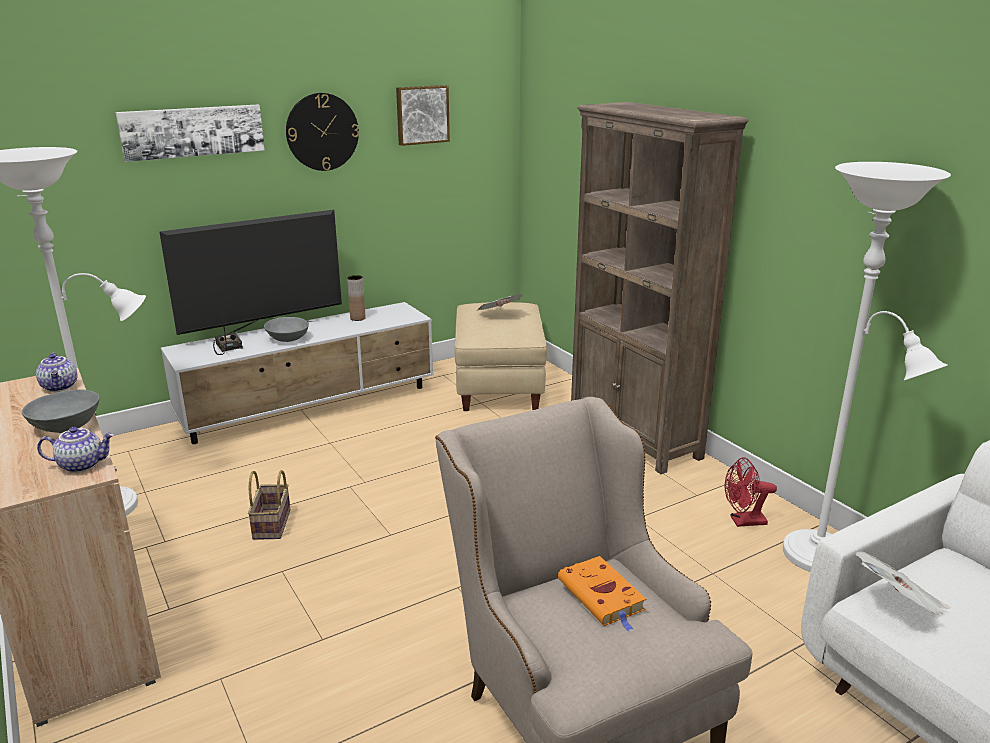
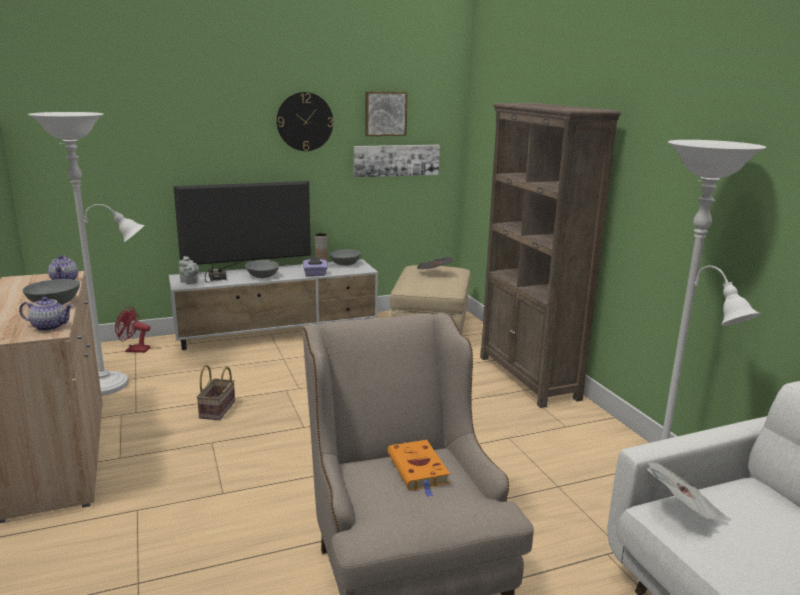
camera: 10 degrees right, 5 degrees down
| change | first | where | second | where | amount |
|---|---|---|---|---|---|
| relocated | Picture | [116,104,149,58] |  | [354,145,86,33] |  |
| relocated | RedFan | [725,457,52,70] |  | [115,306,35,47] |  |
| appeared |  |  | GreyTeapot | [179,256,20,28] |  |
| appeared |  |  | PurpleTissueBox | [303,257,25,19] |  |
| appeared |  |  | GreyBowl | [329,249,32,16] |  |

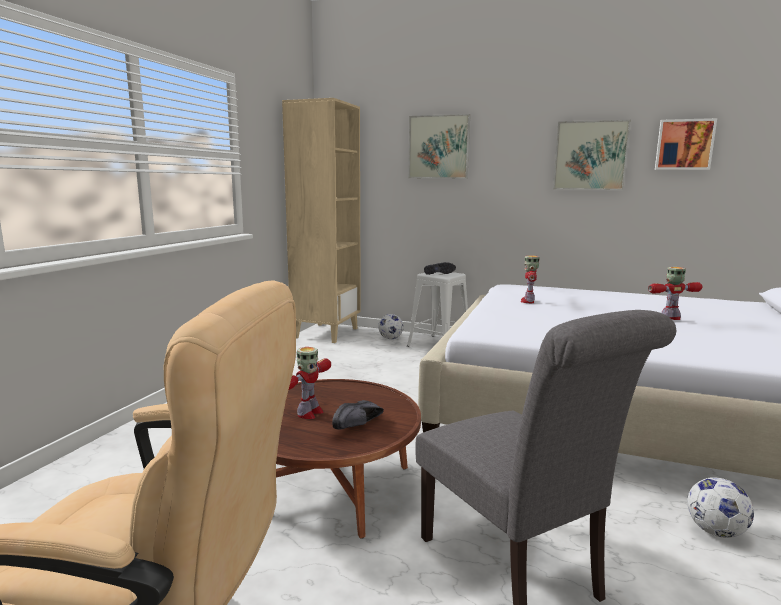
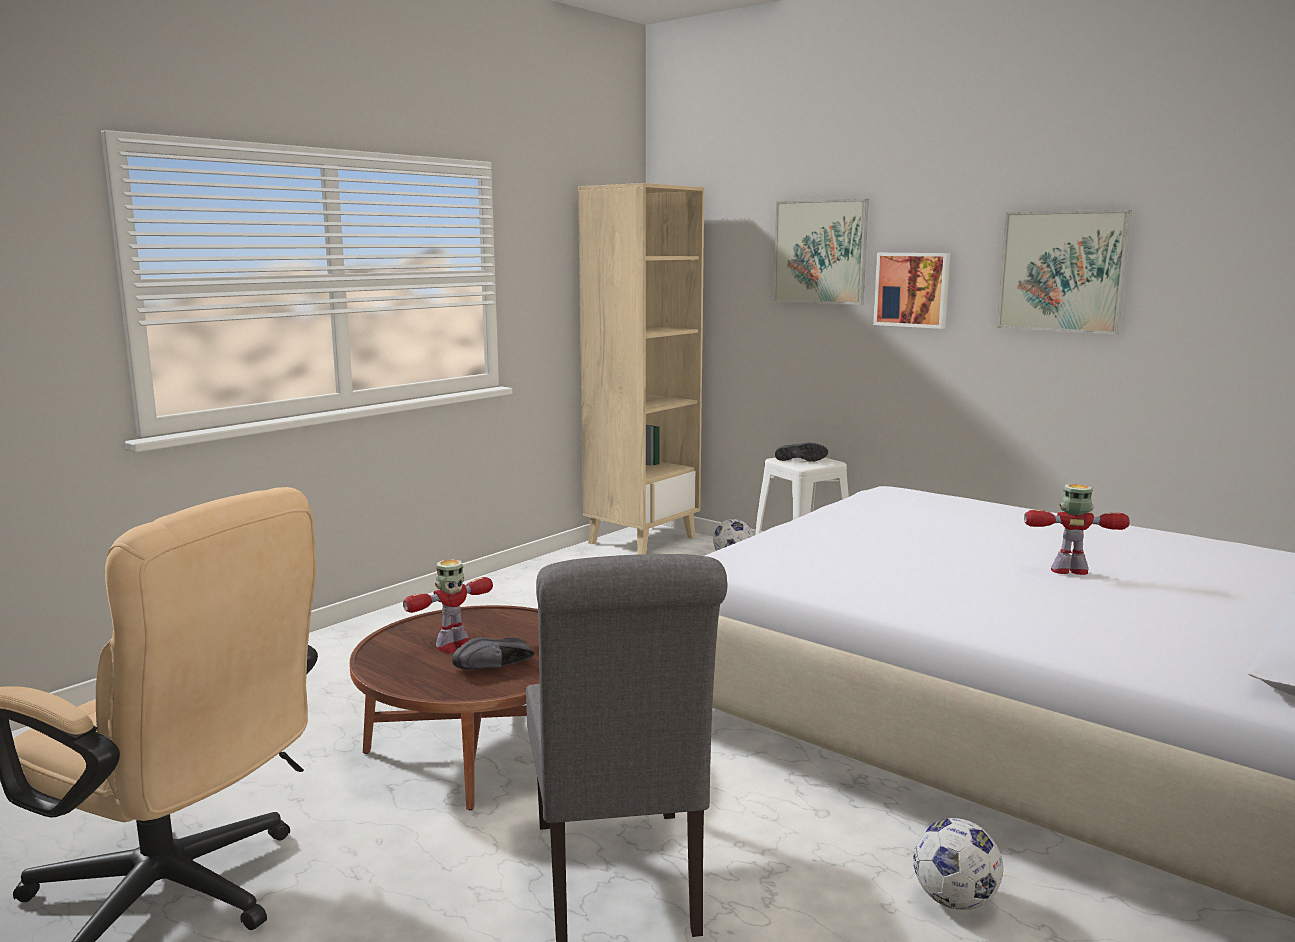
camera: 20 degrees right, 0 degrees up
| change | first | where | second | where | amount |
|---|---|---|---|---|---|
| missing | ToyRobot | [521,255,19,48] |  |  |  |
| relocated | Picture | [655,118,62,52] |  | [873,253,77,76] |  |

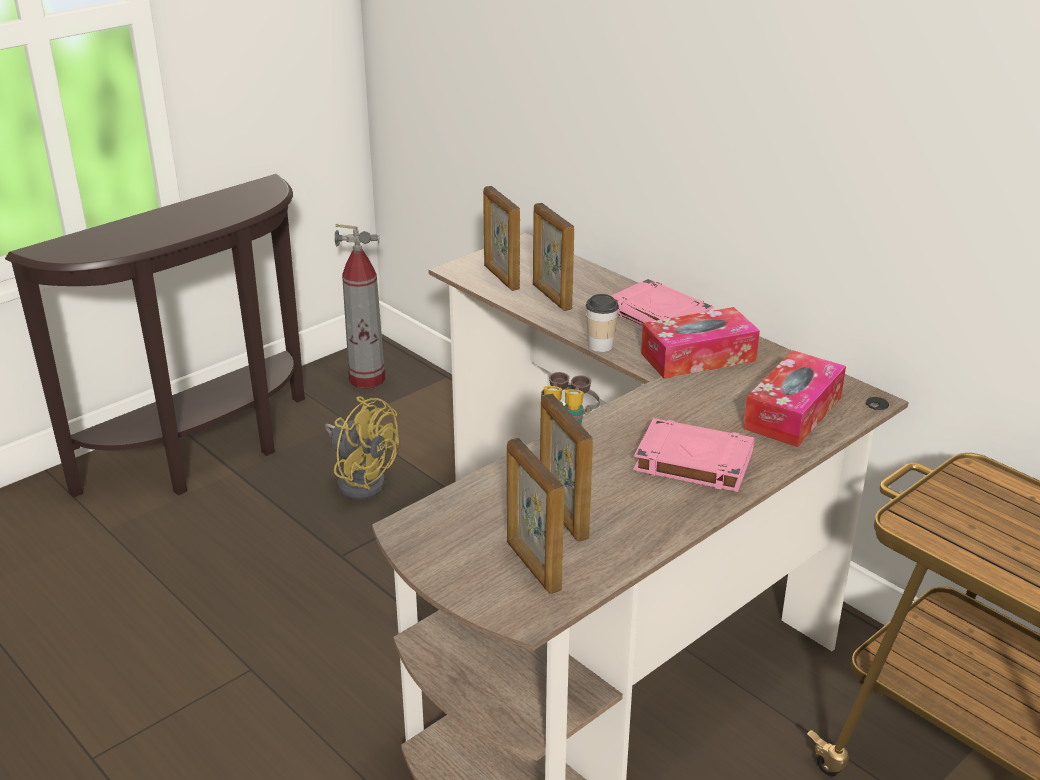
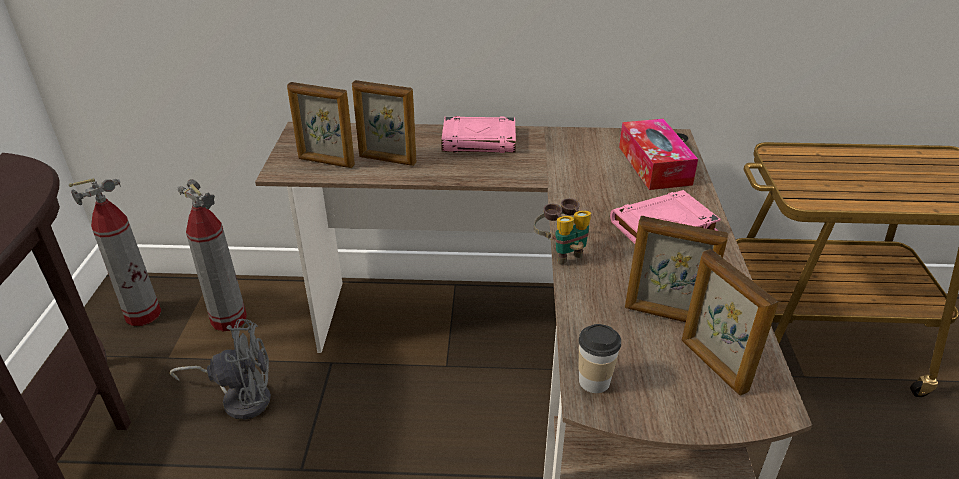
camera: 45 degrees left, 5 degrees up
| change | first | where | second | where | amount |
|---|---|---|---|---|---|
| colour | YellowFan | [325,396,74,104] | GreyFan | [170,319,101,101] |  |
| spun | PictureFrame | [507,438,57,156] |  | [682,249,97,147] | 45 degrees clockwise |
| relocated | Cup | [586,294,33,58] |  | [578,324,43,69] |  |
| missing | TissueBox | [641,307,119,72] |  |  |  |
| appeared |  |  | FireExtinguisher | [177,179,69,153] |  |

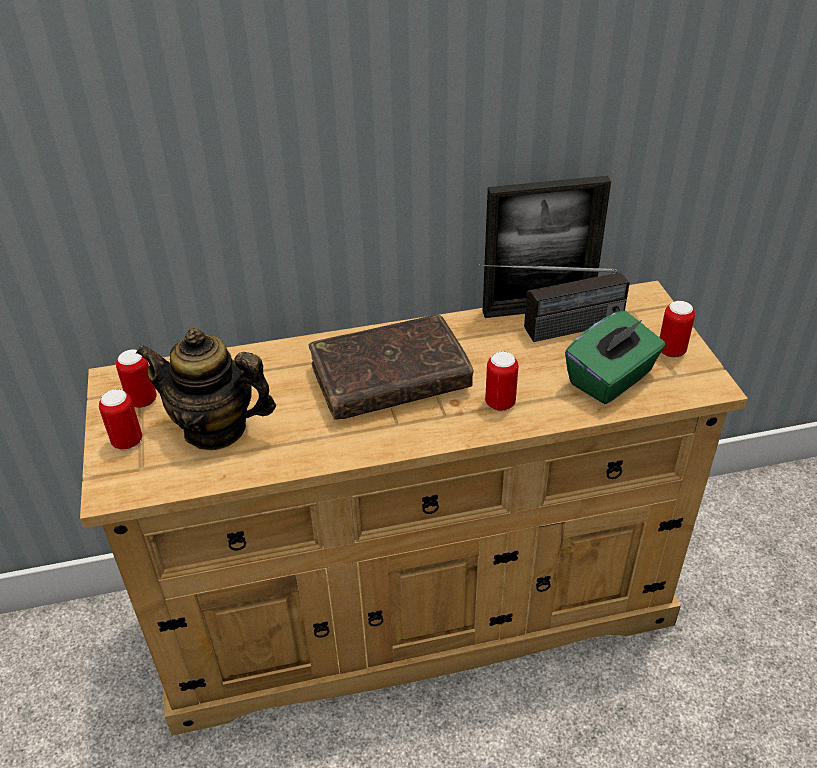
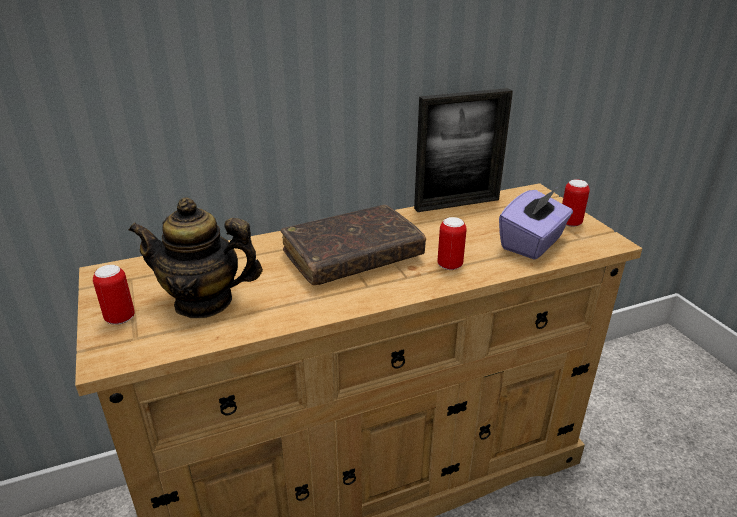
camera: 10 degrees left, 10 degrees down
| change | first | where | second | where | amount |
|---|---|---|---|---|---|
| missing | Can | [116,349,41,59] |  |  |  |
| missing | Radio | [477,264,153,78] |  |  |  |
| colour | GreenTissueBox | [565,311,101,93] | PurpleTissueBox | [499,188,74,72] |  |

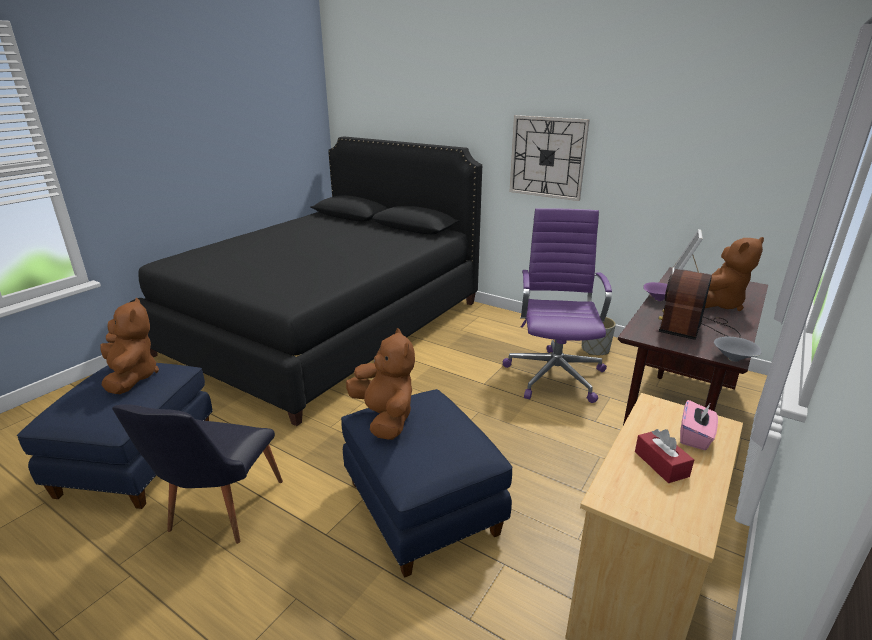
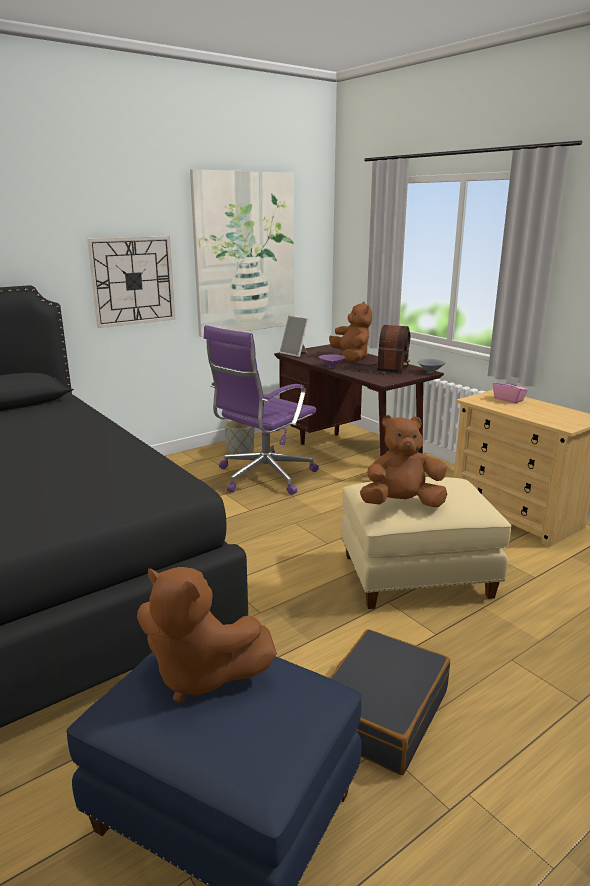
camera: 70 degrees left, 5 degrees down
| change | first | where | second | where | amount |
|---|---|---|---|---|---|
| spun | BrownPlushToy | [101,297,58,97] |  | [137,567,140,136] | 150 degrees counterclockwise |
| exchanged | BlackChair | [112,404,171,140] | BlackSuitcase | [329,629,121,146] |  |
| colour | BlueOttoman | [341,389,172,189] | BeigeOttoman | [341,477,171,132] |  |
| spun | PurpleOfficeChair | [503,208,109,195] |  | [204,325,115,170] | 75 degrees counterclockwise |
| missing | RedTissueBox | [635,429,59,54] |  |  |  |
| spun | Radio | [659,269,82,71] |  | [354,325,56,50] | 120 degrees counterclockwise |
| appeared |  |  | Picture | [190,169,104,168] |  |

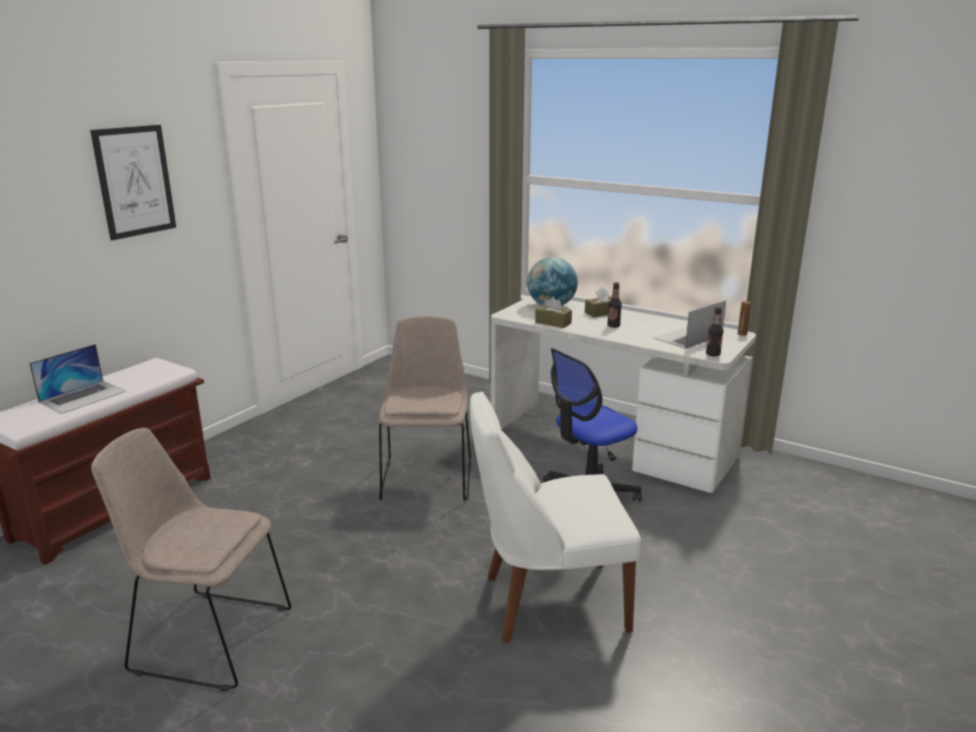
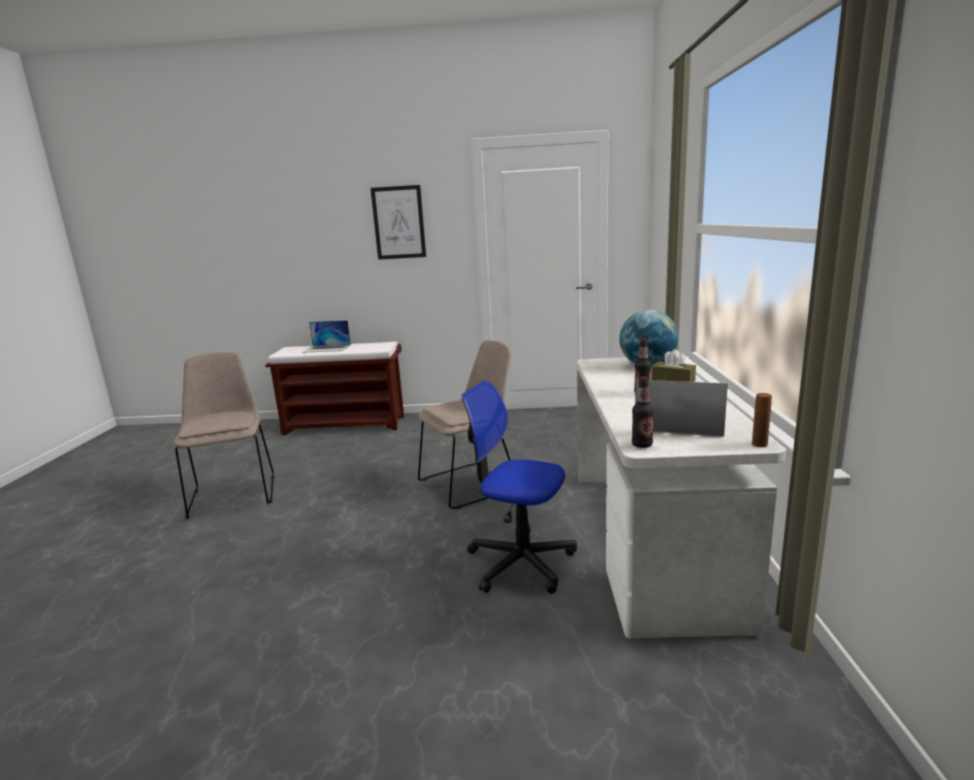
camera: 60 degrees right, 5 degrees down
| change | first | where | second | where | amount |
|---|---|---|---|---|---|
| missing | WhiteChair | [470,392,171,251] |  |  |  |
| missing | BrownTissueBox | [535,297,37,31] |  |  |  |

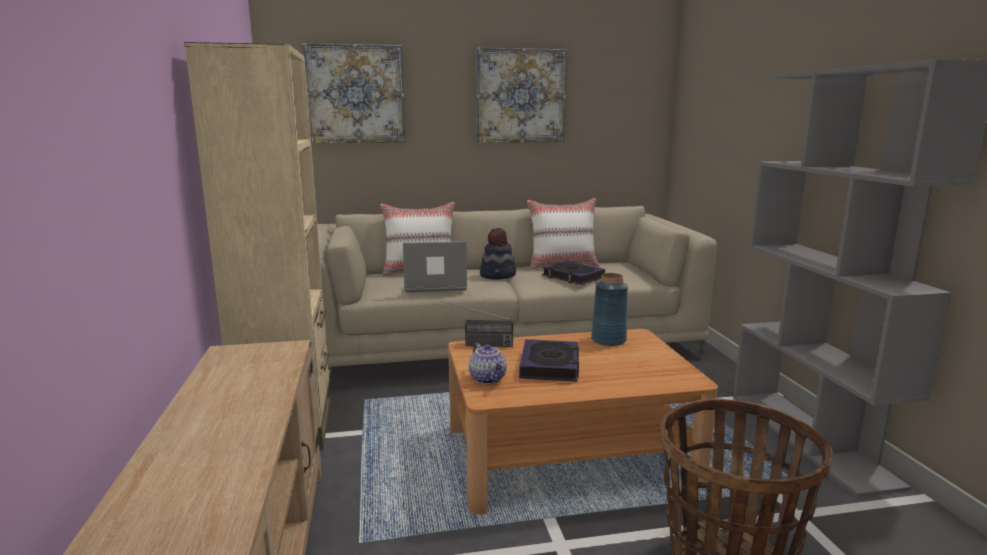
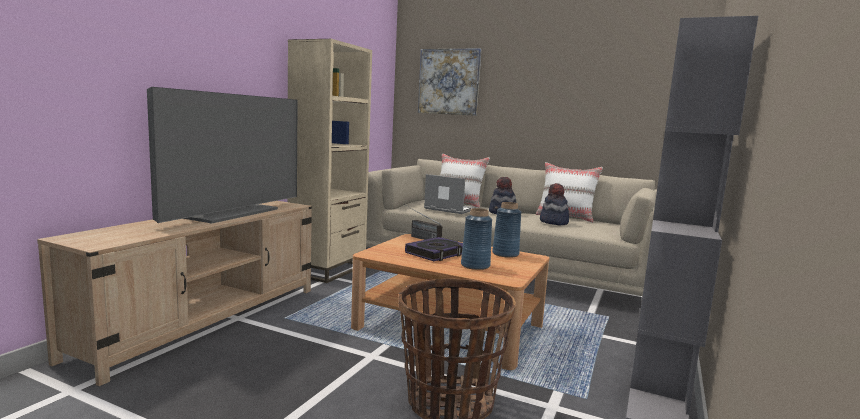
camera: 35 degrees right, 5 degrees down
| change | first | where | second | where | amount |
|---|---|---|---|---|---|
| missing | Teapot | [469,343,38,41] |  |  |  |
| missing | Picture | [476,47,91,96] |  |  |  |
| exchanged | Book | [542,261,63,24] | Hat | [540,183,29,42] |  |
| appeared |  |  | Television | [147,87,151,136] |  |
| appeared |  |  | BlueVase | [461,208,31,62] |  |

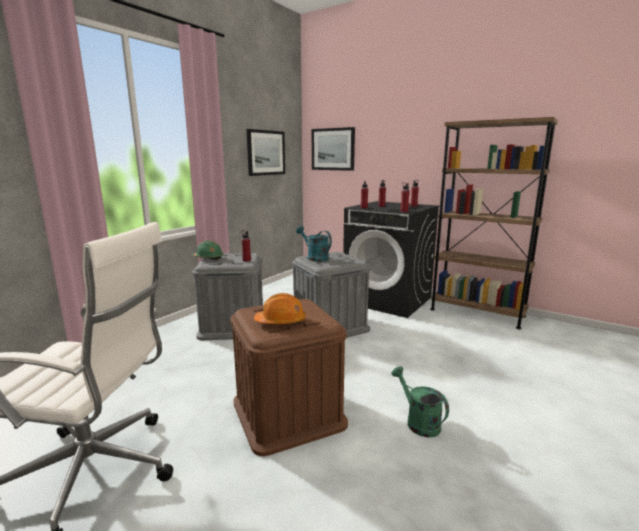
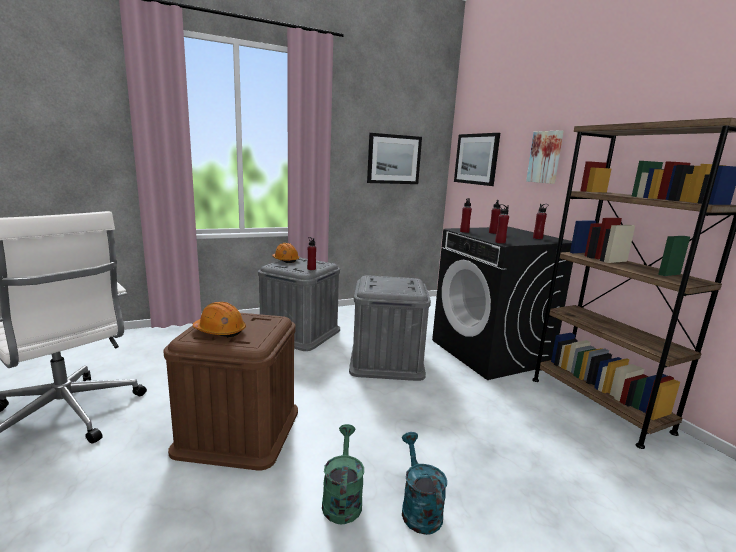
camera: 30 degrees right, 0 degrees up
| change | first | where | second | where | amount |
|---|---|---|---|---|---|
| colour | GreenHardHat | [192,241,32,19] | OrangeHardHat | [272,243,27,20] |  |
| relocated | TurquoiseWateringCan | [296,226,36,36] |  | [402,432,45,103] |  |
| appeared |  |  | Picture | [526,130,38,54] |  |

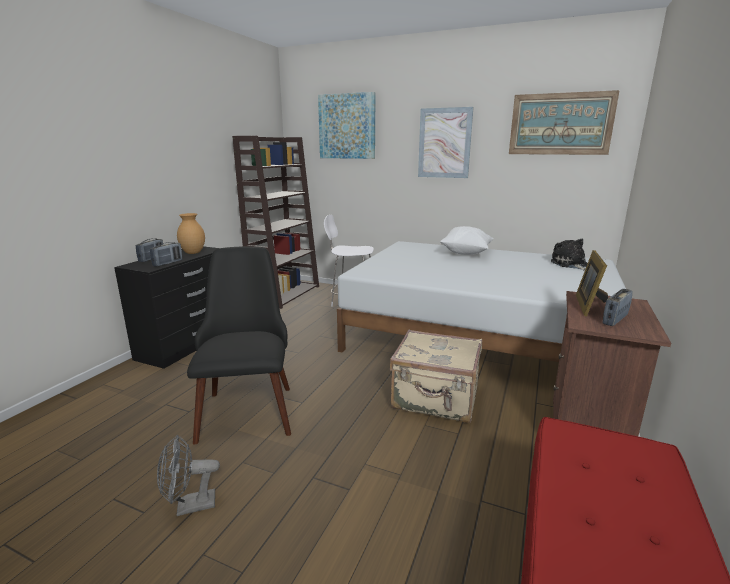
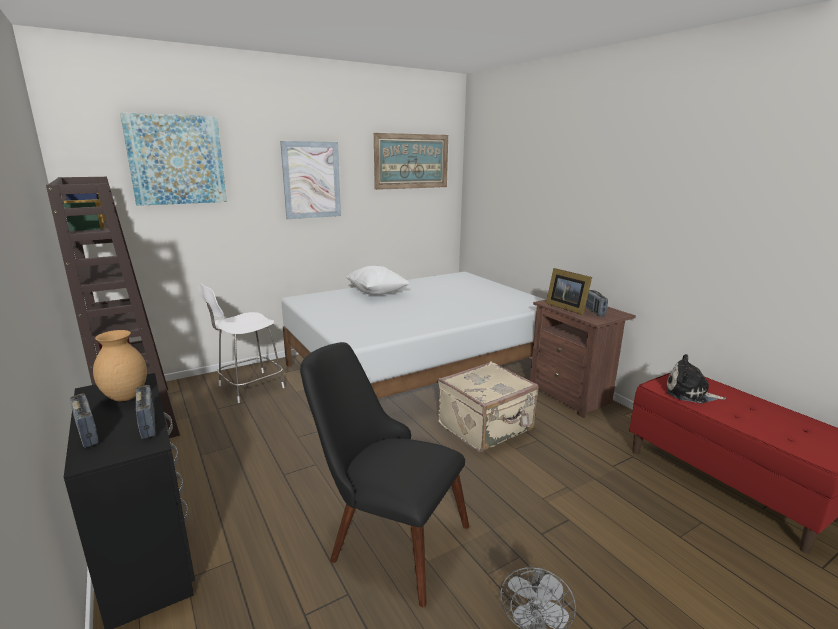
camera: 55 degrees left, 0 degrees up
| change | first | where | second | where | amount |
|---|---|---|---|---|---|
| relocated | PlushToy | [551,239,37,32] |  | [666,354,60,50] |  |

